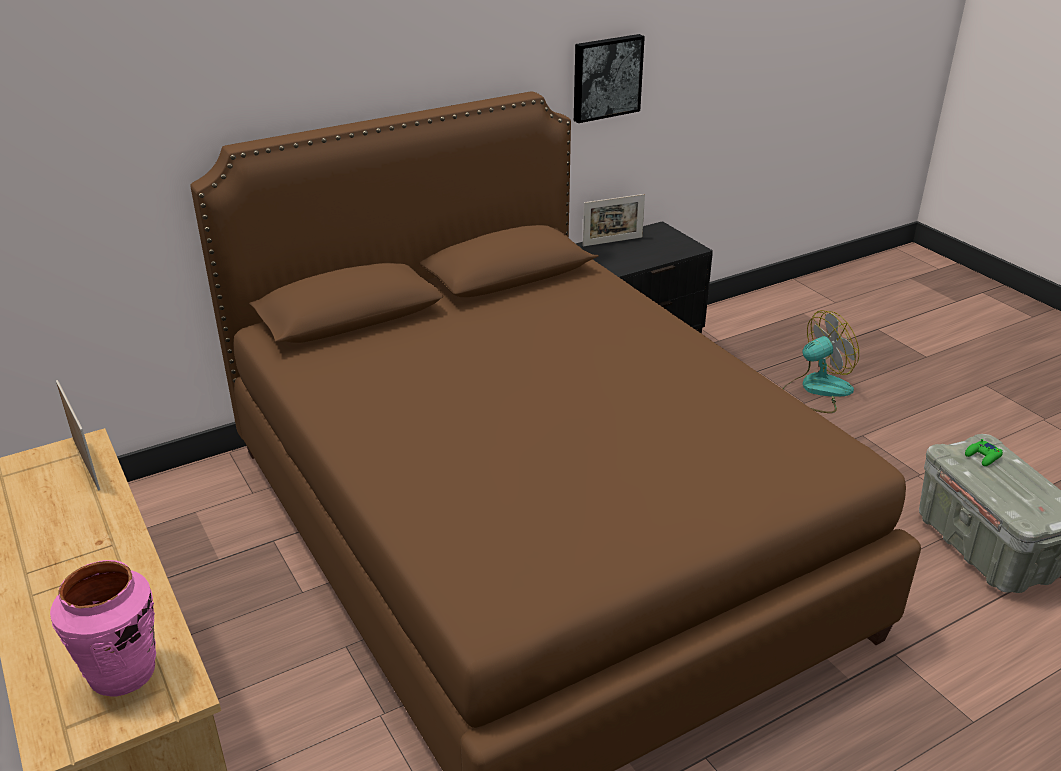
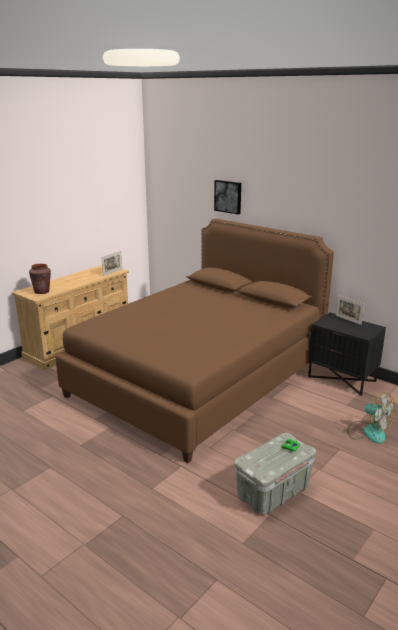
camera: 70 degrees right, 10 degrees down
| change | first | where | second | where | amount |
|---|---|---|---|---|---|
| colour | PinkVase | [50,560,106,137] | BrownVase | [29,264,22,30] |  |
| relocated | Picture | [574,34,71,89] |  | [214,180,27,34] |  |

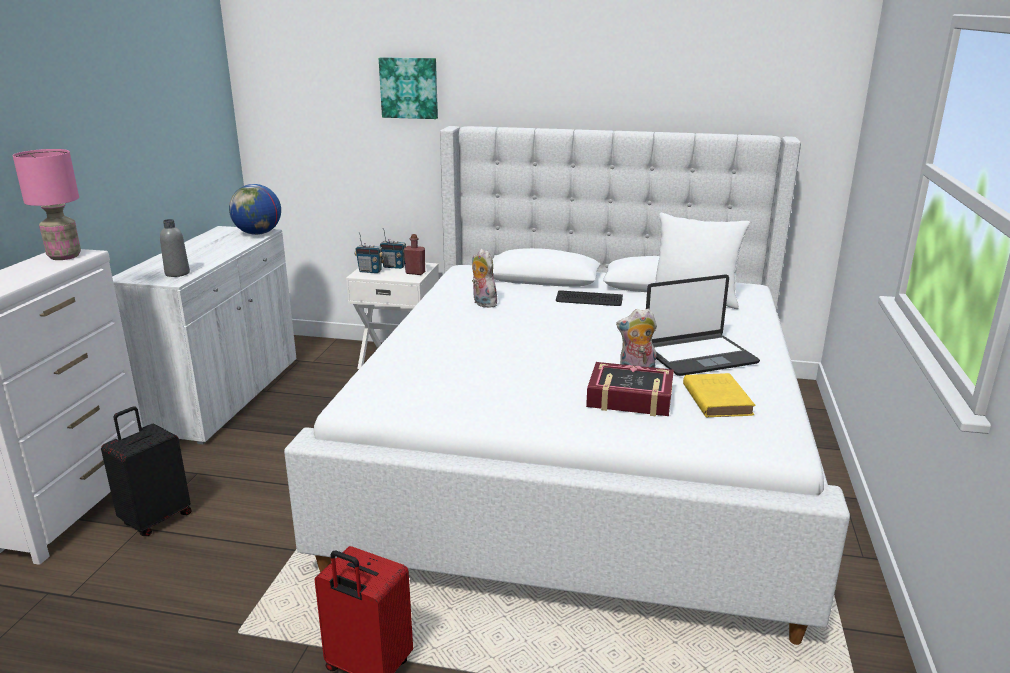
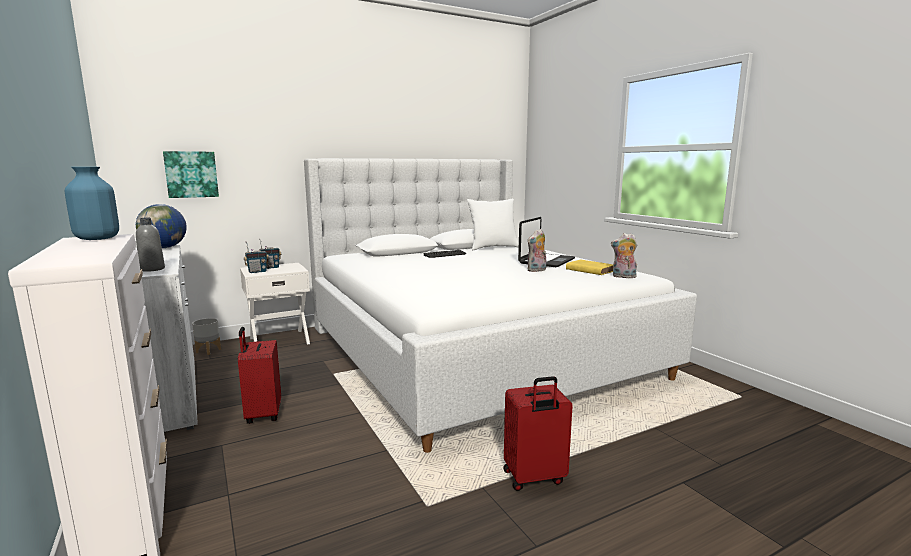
camera: 40 degrees left, 10 degrees down
| change | first | where | second | where | amount |
|---|---|---|---|---|---|
| exchanged | PinkTableLamp | [12,149,69,111] | BlueVase | [65,167,54,73] |  |
| missing | BlackSuitcase | [101,407,91,129] |  |  |  |
| relocated | Picture | [379,57,59,62] |  | [163,151,56,47] |  |
| missing | RedBottle | [404,234,21,41] |  |  |  |
| relocated | PlushToy | [472,249,25,59] |  | [611,233,26,45] |  |
| missing | Book | [586,362,88,54] |  |  |  |
| appeared |  |  | GreyPlanter | [192,318,29,37] |  |
| appeared |  |  | RedSuitcase | [238,327,43,97] |  |

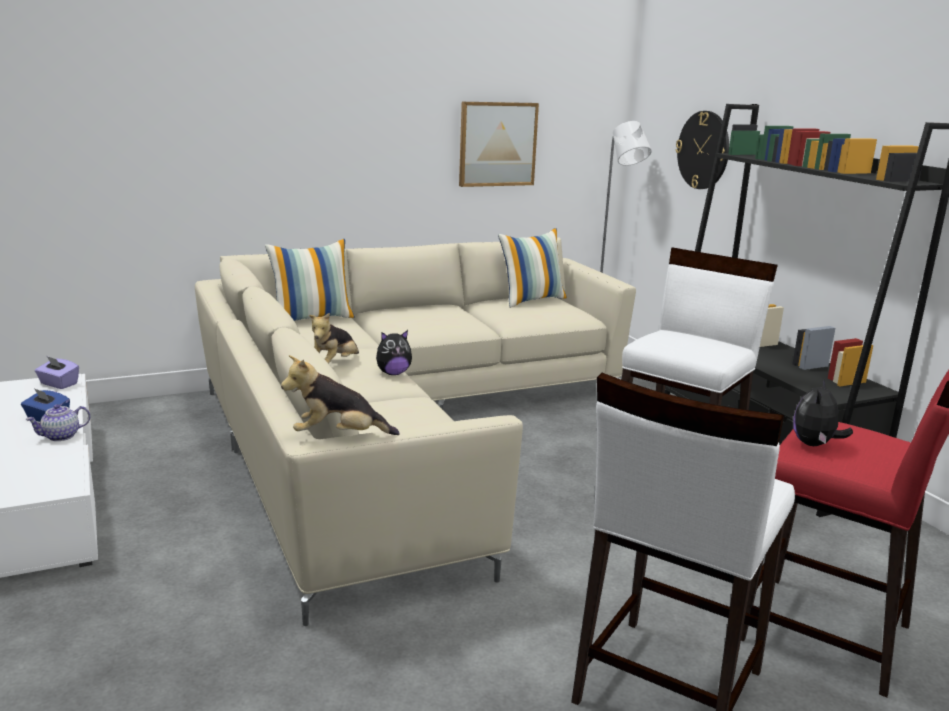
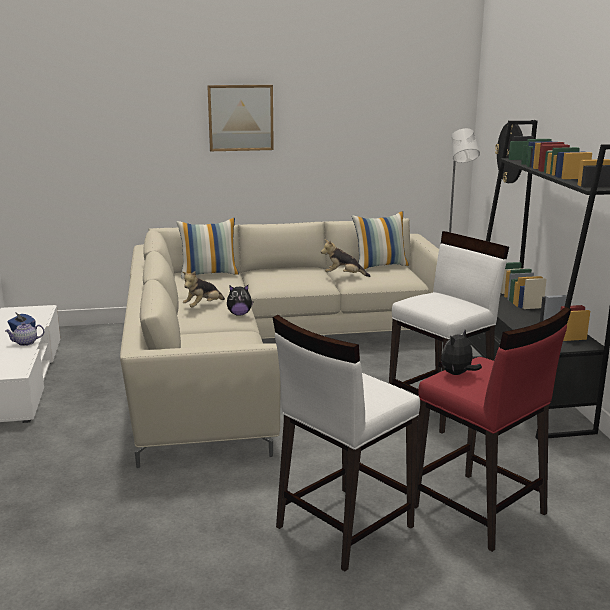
camera: 15 degrees right, 0 degrees up
| change | first | where | second | where | amount |
|---|---|---|---|---|---|
| missing | PurpleTissueBox | [35,356,44,33] |  |  |  |
| relocated | PlushToy | [281,355,119,80] |  | [321,240,50,37] |  |
| relocated | Picture | [459,102,80,85] |  | [207,85,67,66] |  |

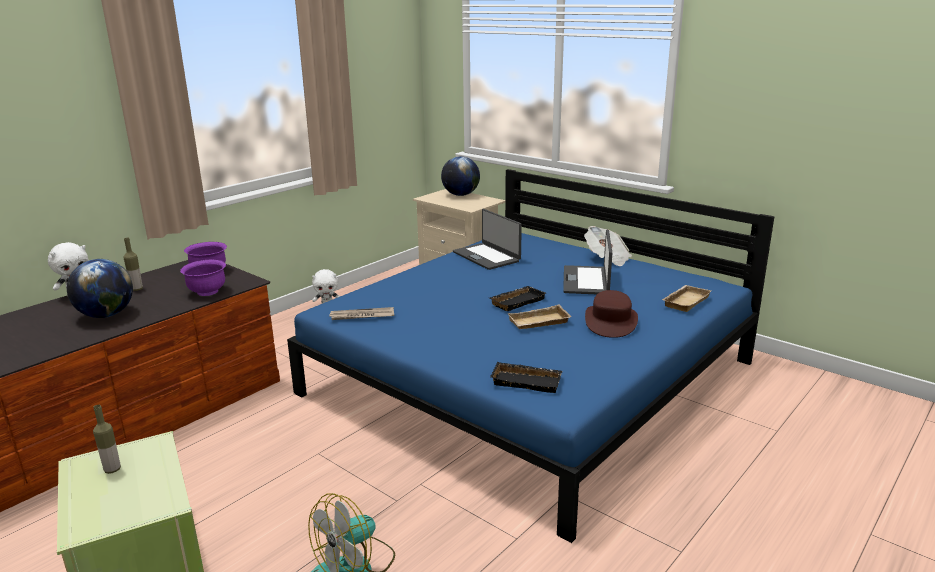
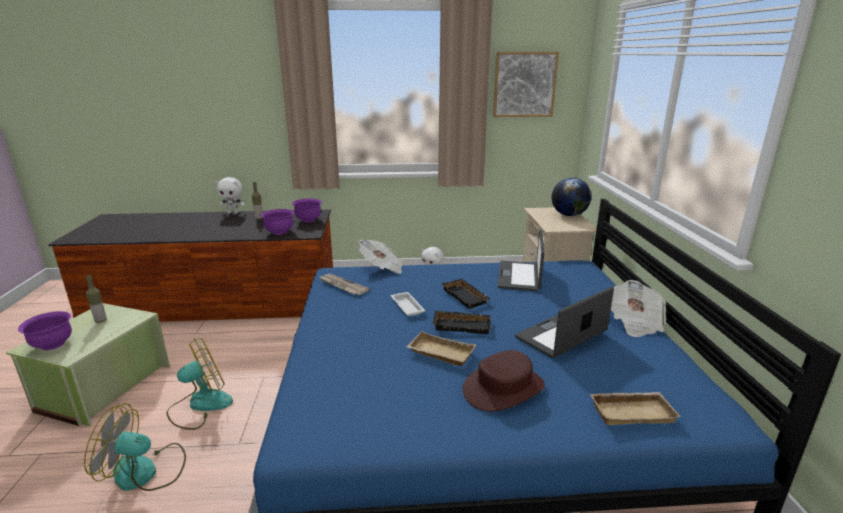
camera: 45 degrees right, 0 degrees up
| change | first | where | second | where | amount |
|---|---|---|---|---|---|
| missing | Globe | [67,259,66,59] |  |  |  |
| relocated | BlackTray | [490,362,72,31] |  | [441,279,50,30] |  |
| appeared |  |  | PurpleBowl | [18,311,54,39] |  |
| appeared |  |  | Fan | [166,338,67,92] |  |
| appeared |  |  | Newspaper | [359,240,44,34] |  |
| appeared |  |  | WhiteTray | [391,292,34,24] |  |
| appeared |  |  | Picture | [493,52,66,65] |  |

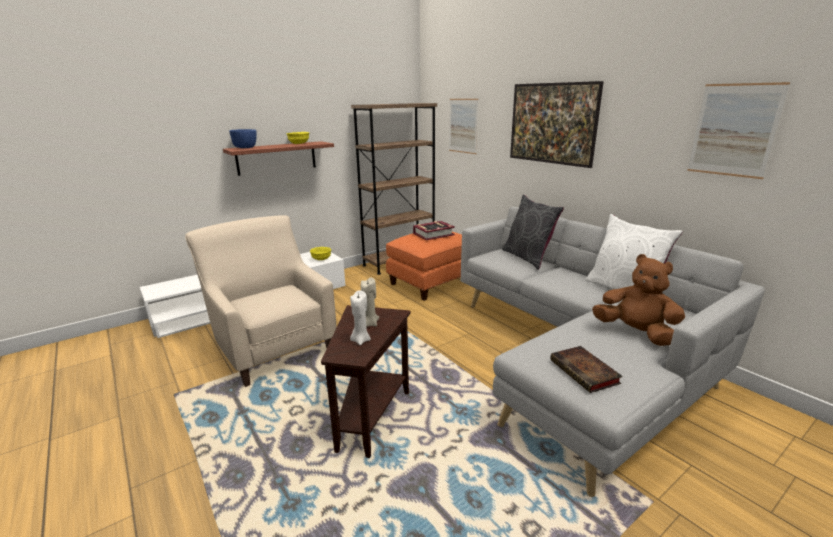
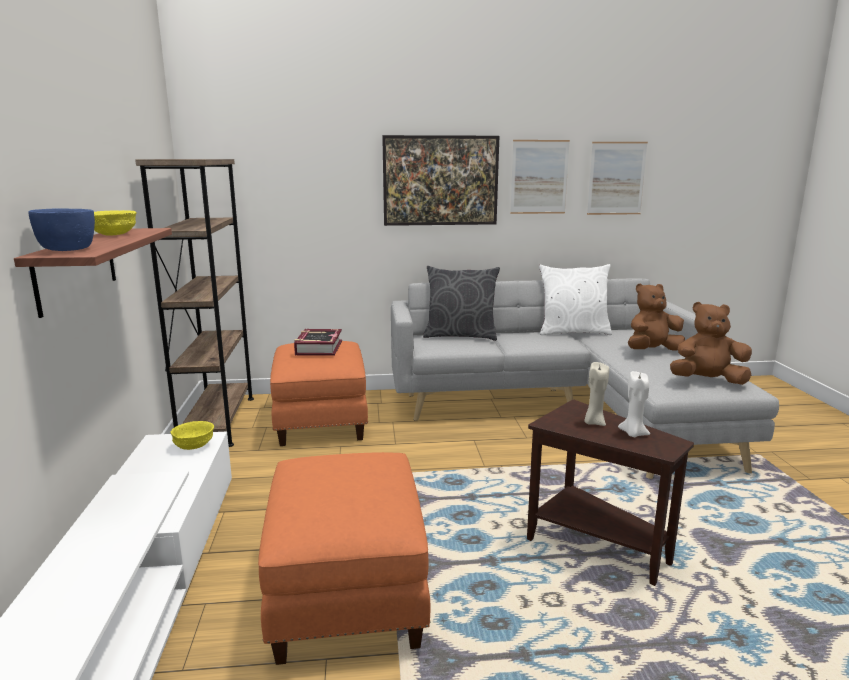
camera: 60 degrees left, 5 degrees down
| change | first | where | second | where | amount |
|---|---|---|---|---|---|
| exchanged | BeigeArmchair | [185,215,152,172] | OrangeOttoman | [258,452,172,213] |  |
| relocated | Picture | [449,99,29,55] |  | [510,140,60,74] |  |
| exchanged | Book | [550,346,73,47] | BrownPlushToy | [670,302,82,83] |  |

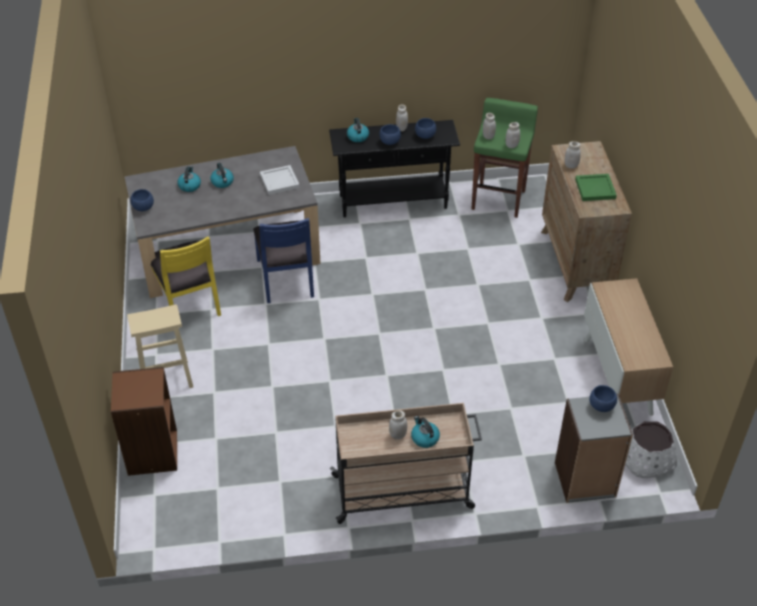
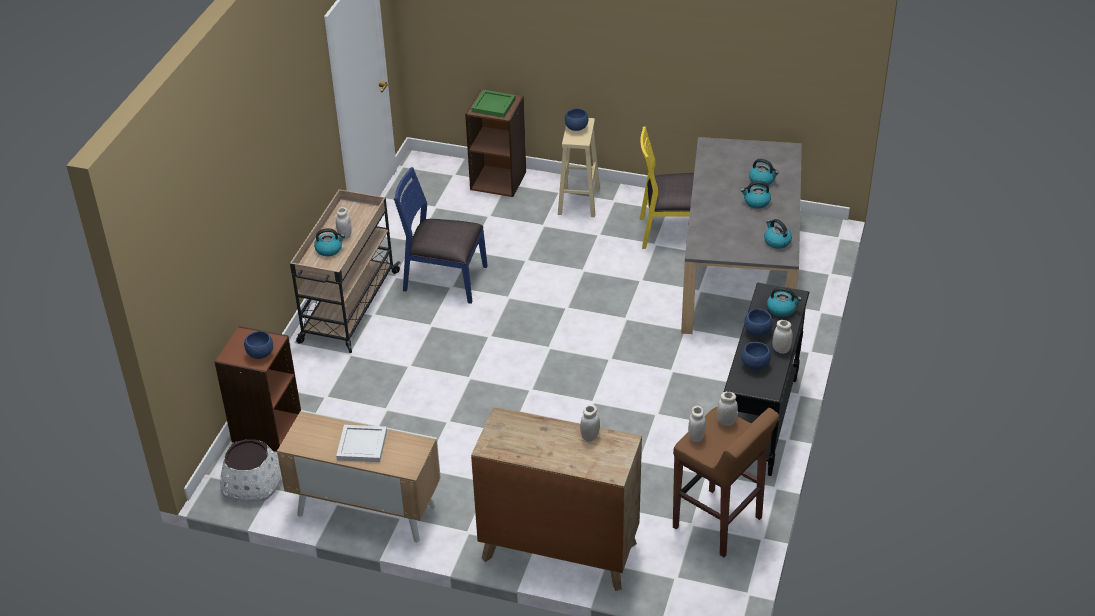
camera: 115 degrees right, 5 degrees down
| change | first | where | second | where | amount |
|---|---|---|---|---|---|
| relocated | BlueBowl | [130,189,24,22] |  | [565,108,23,23] |  |
| relocated | BlueChair | [253,218,61,85] |  | [394,167,94,137] |  |
| relocated | WhiteTray | [260,165,40,30] |  | [336,425,51,37] |  |
| colour | GreenStool | [472,98,66,120] | BrownStool | [673,407,106,150] |  |
| colour | GreyBookcase | [555,394,78,109] | BrownBookcase | [214,326,87,126] |  |
| relocated | GreenTray | [575,174,42,27] |  | [472,90,44,28] |  |
| appeared |  |  | Kettle | [764,219,28,30] |  |

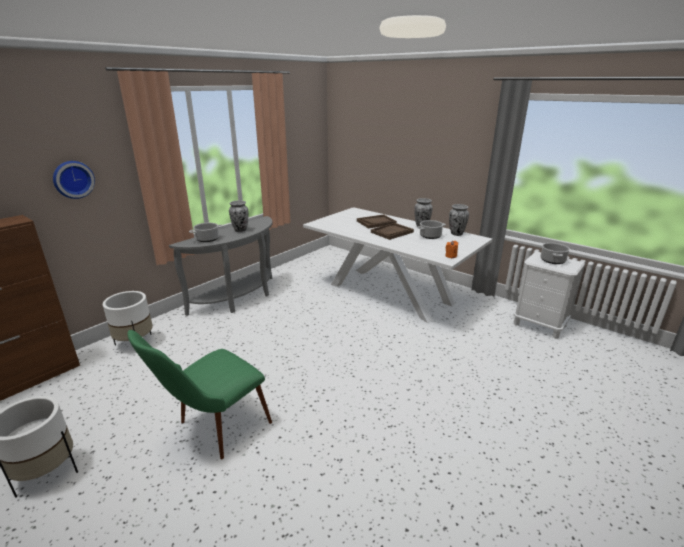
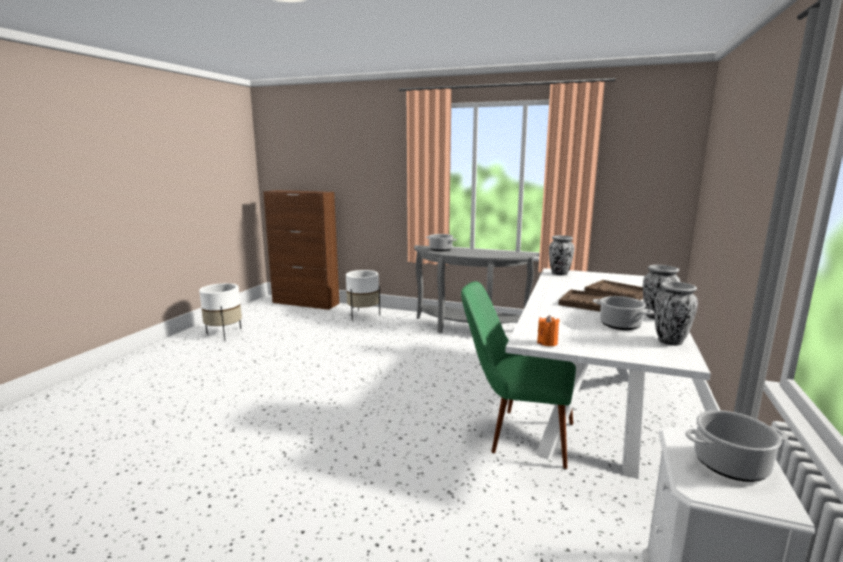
camera: 70 degrees right, 10 degrees down
| change | first | where | second | where | amount |
|---|---|---|---|---|---|
| missing | WallClock | [53,161,42,38] |  |  |  |
| relocated | GreenChair | [127,330,145,130] |  | [461,281,115,188] |  |
| relocated | Vase | [229,200,20,32] |  | [549,235,25,40] |  |

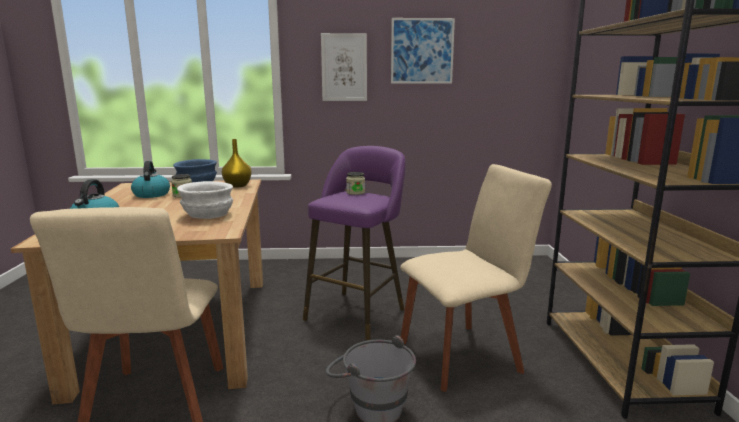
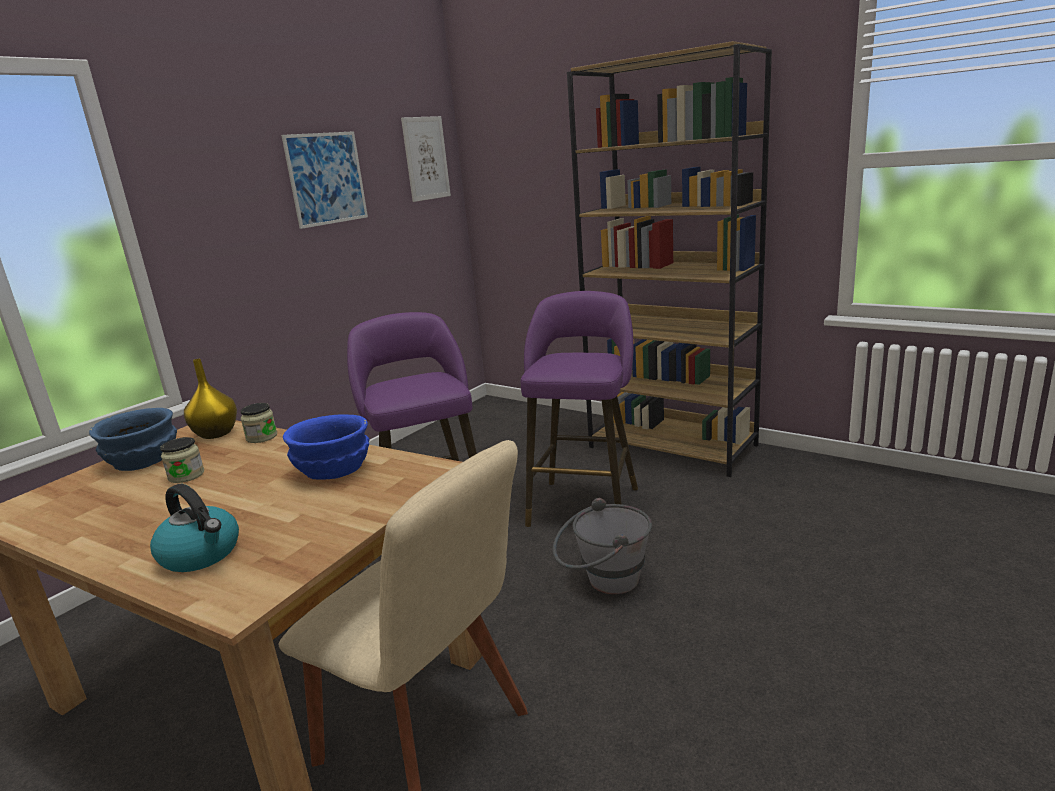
camera: 50 degrees left, 5 degrees up
| change | first | where | second | where | amount |
|---|---|---|---|---|---|
| missing | Kettle | [131,161,39,37] |  |  |  |
| colour | WhiteBowl | [177,181,56,38] | BlueBowl | [283,415,86,65] |  |
| relocated | Picture | [321,33,46,68] |  | [401,116,50,86] |  |
| relocated | Jar | [346,172,19,23] |  | [241,403,36,40] |  |
| exchanged | BeigeChair | [400,164,152,228] | PurpleStool | [521,291,117,236] |  |

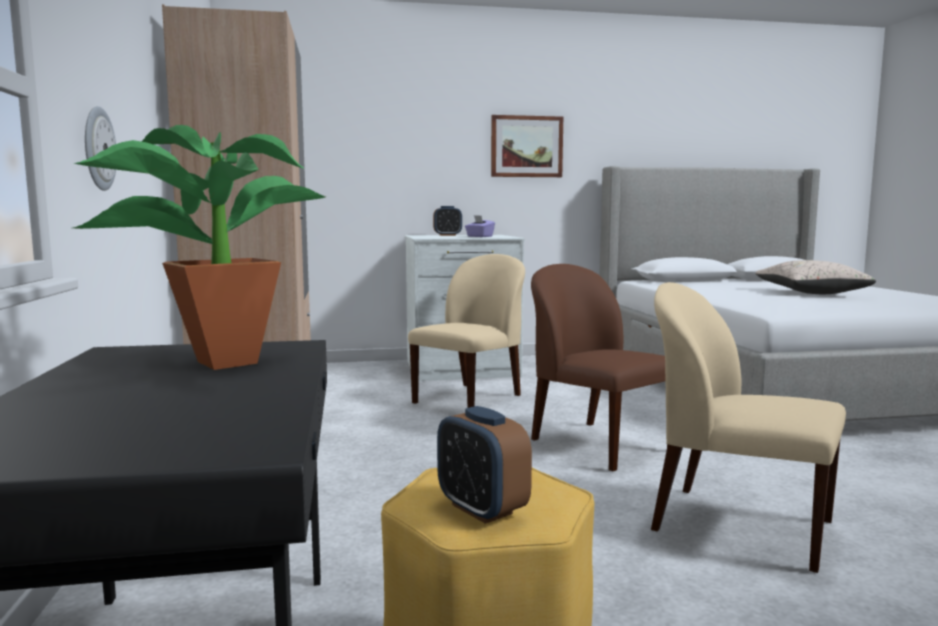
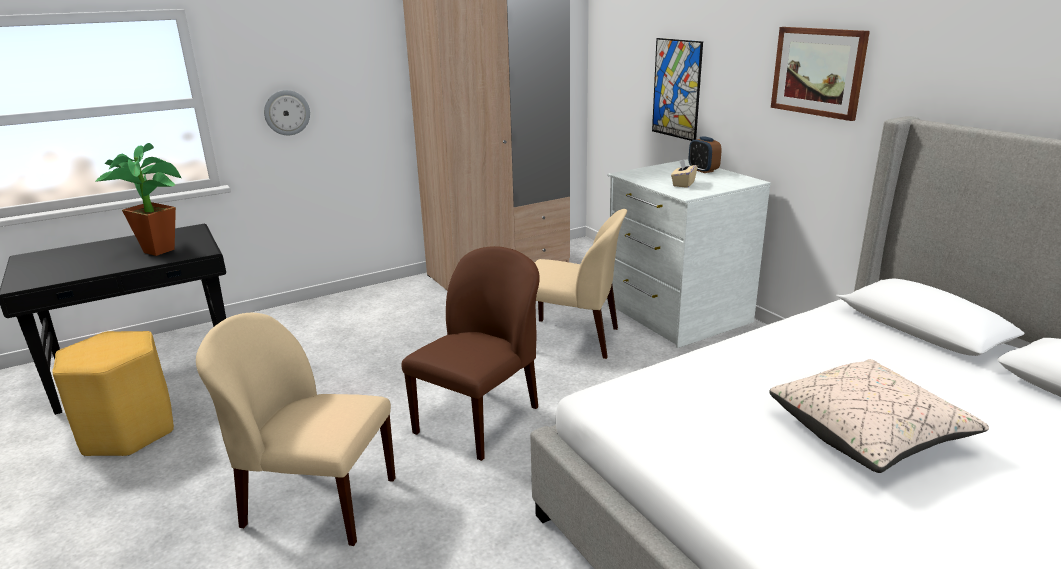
camera: 70 degrees right, 15 degrees up
| change | first | where | second | where | amount |
|---|---|---|---|---|---|
| missing | AlarmClock | [437,406,95,118] |  |  |  |
| colour | PurpleTissueBox | [465,215,30,22] | BeigeTissueBox | [671,159,26,29] |  |
| spun | BeigeChair | [651,282,195,291] |  | [196,313,200,233] | 90 degrees counterclockwise |
| appeared |  |  | Picture | [652,38,51,103] |  |

